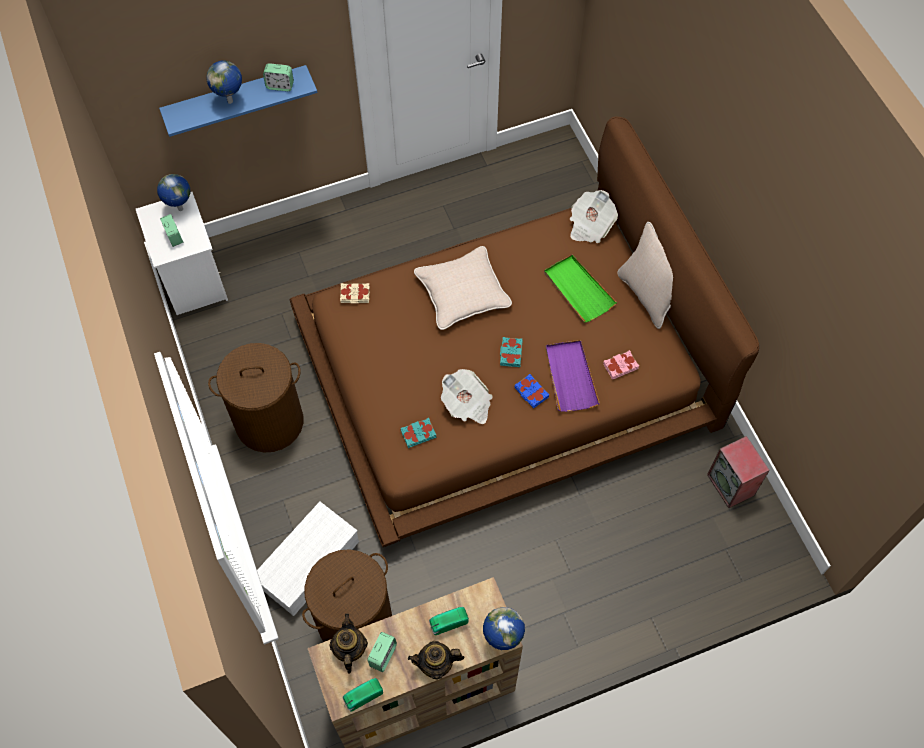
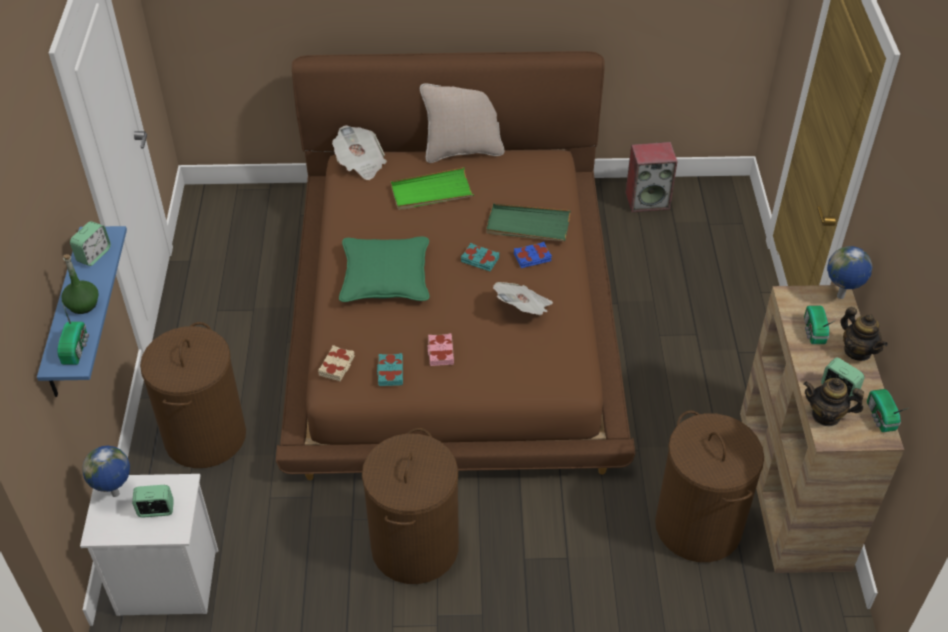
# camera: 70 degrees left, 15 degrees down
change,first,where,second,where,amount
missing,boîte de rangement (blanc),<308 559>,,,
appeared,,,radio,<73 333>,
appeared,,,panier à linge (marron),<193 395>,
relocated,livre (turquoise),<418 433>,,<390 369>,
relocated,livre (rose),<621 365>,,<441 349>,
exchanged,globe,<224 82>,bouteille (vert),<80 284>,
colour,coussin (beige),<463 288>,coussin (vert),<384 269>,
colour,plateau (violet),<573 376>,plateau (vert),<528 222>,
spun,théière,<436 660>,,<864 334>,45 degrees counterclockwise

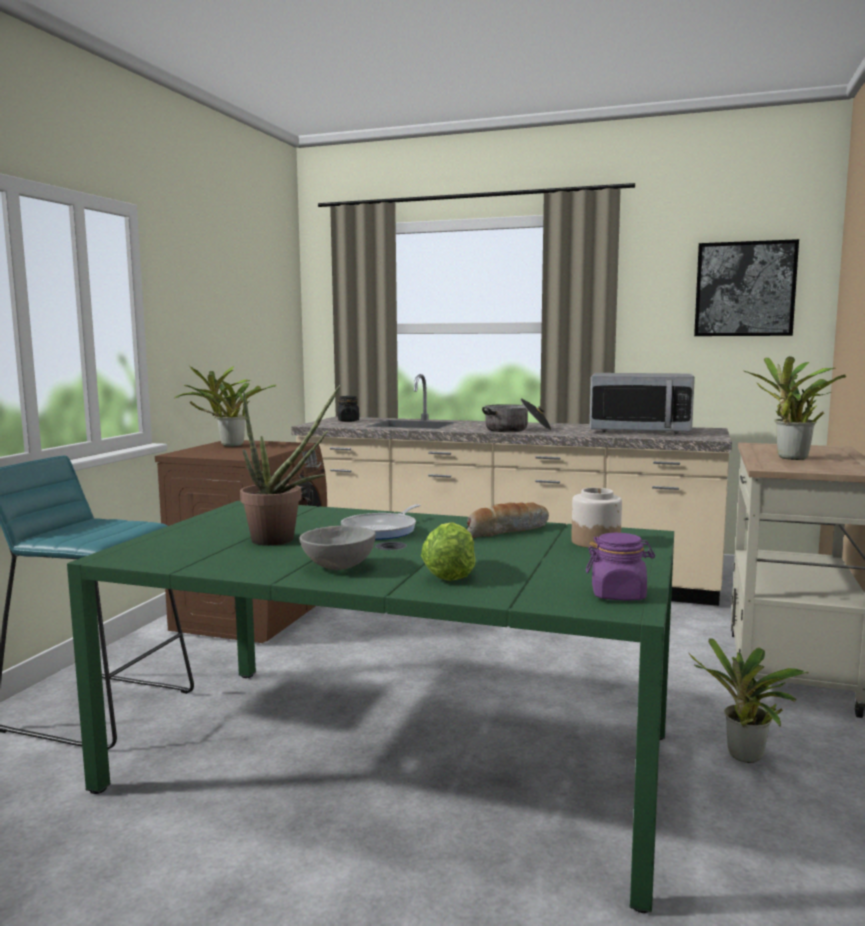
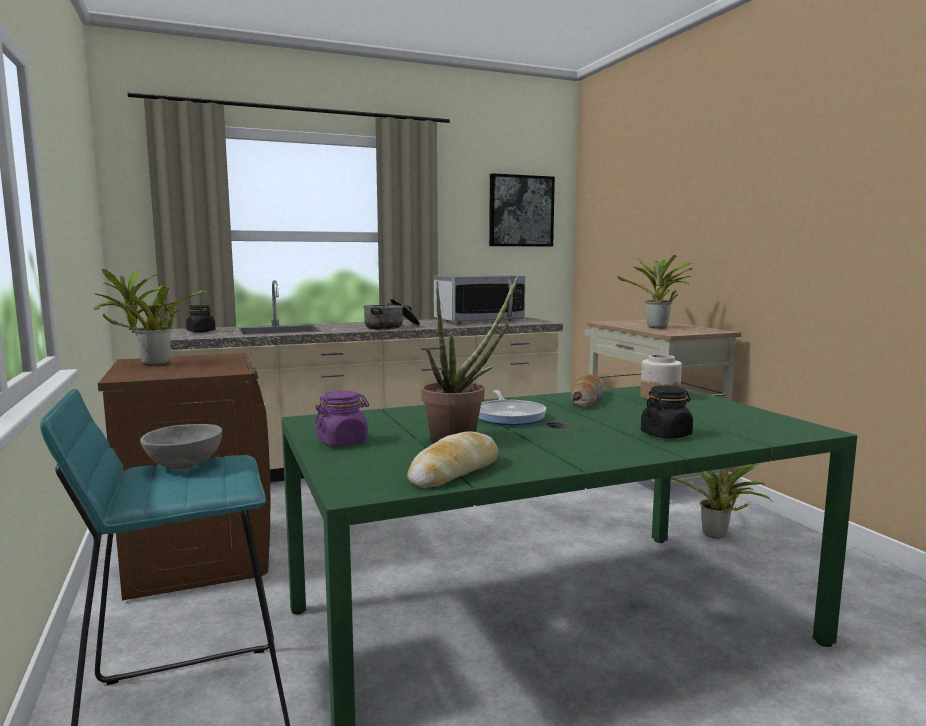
# camera: 40 degrees left, 0 degrees up
change,first,where,second,where,amount
appeared,,,pain,<452 459>,
relocated,bol (gris),<338 548>,,<181 446>,
relocated,bocal (violet),<620 566>,,<342 418>,
exchanged,laitue,<448 551>,bocal (noir),<667 412>,

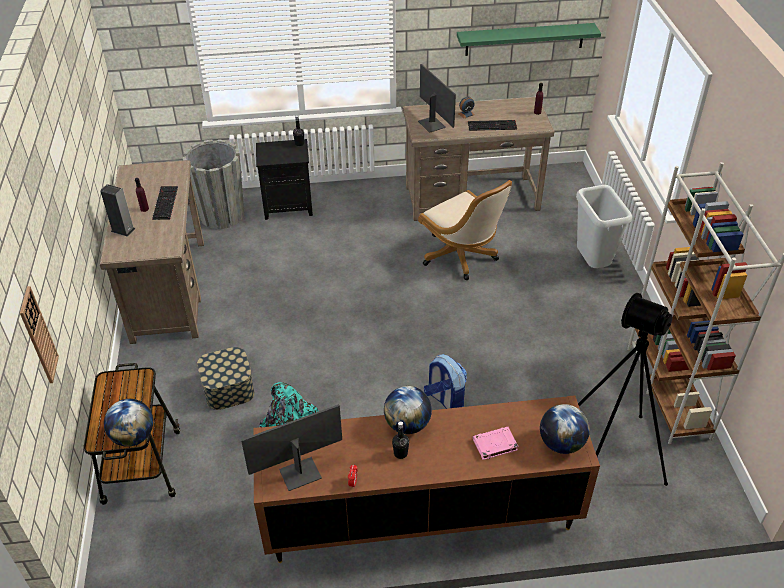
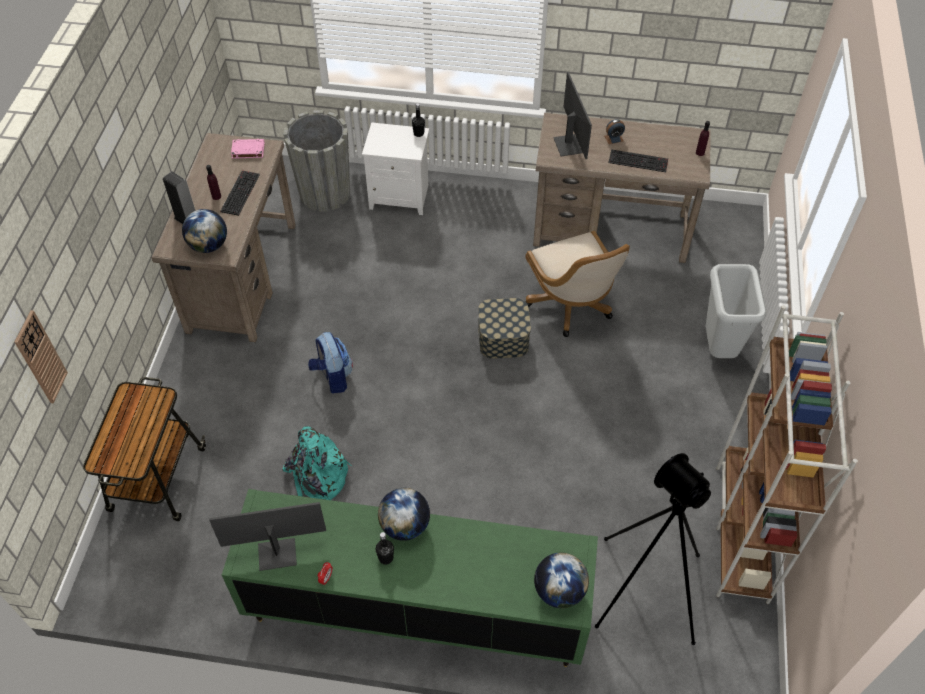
# camera: 15 degrees right, 10 degrees up
change,first,where,second,where,amount
missing,étagère (vert),<529 39>,,,
relocated,globe,<128 423>,,<204 231>,
relocated,boîte de rangement,<226 378>,,<504 328>,
relocated,sac à dos,<445 381>,,<330 362>,
relocated,livre (rose),<495 443>,,<248 149>,
colour,meuble de rangement (marron),<426 479>,meuble de rangement (vert),<410 578>,
colour,table de chevet (noir),<284 179>,table de chevet (blanc),<395 168>,

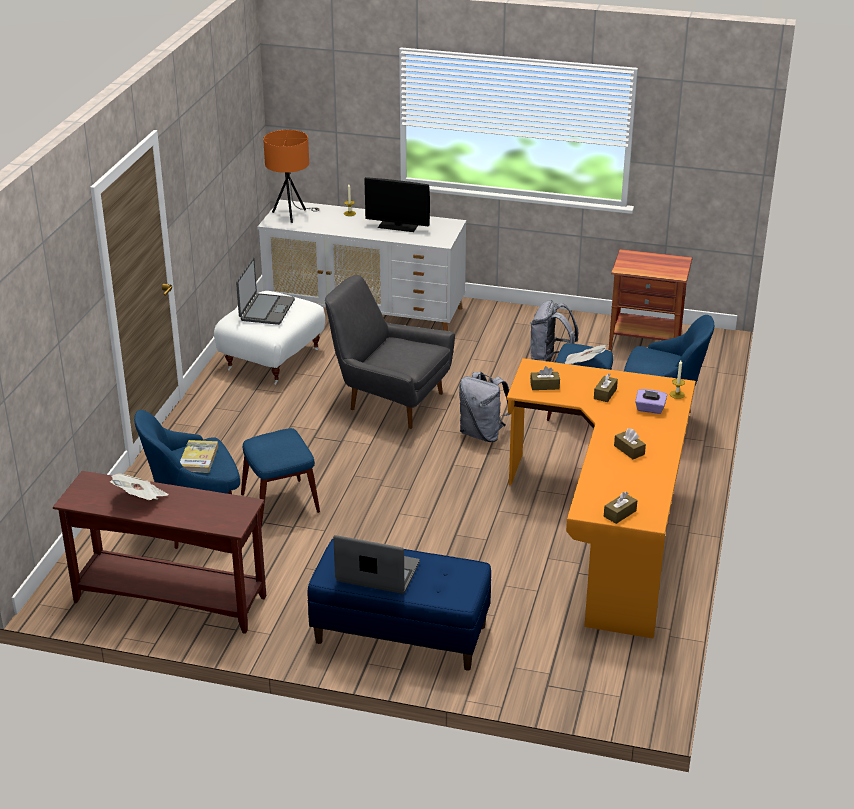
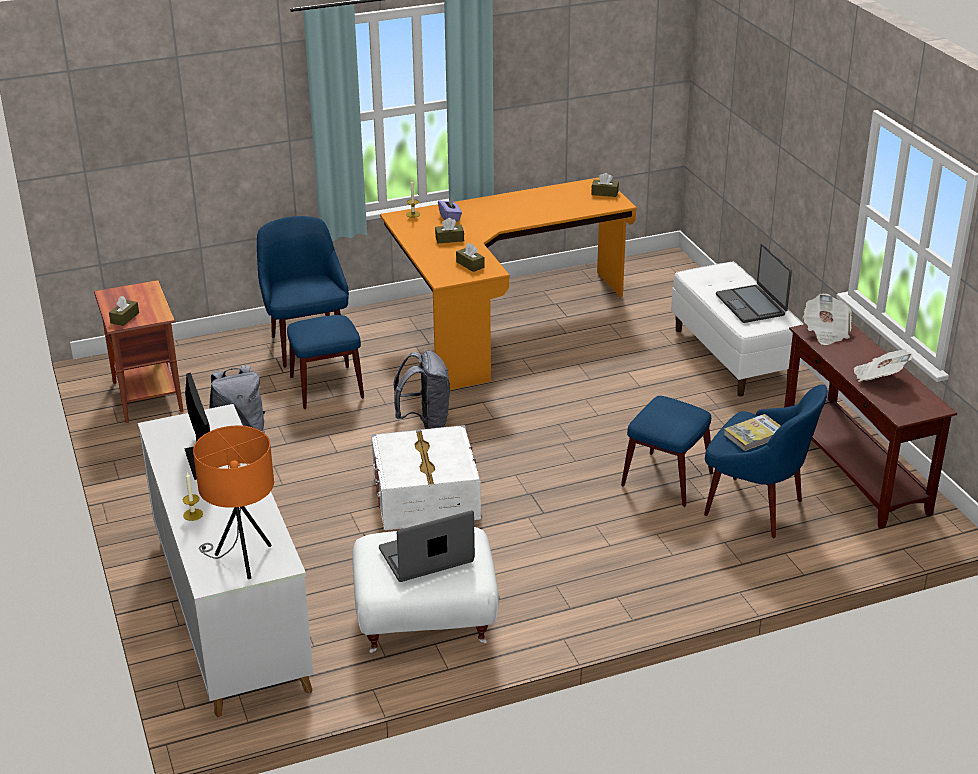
# camera: 125 degrees left, 0 degrees up
change,first,where,second,where,amount
relocated,journal,<585 354>,,<827 319>,
relocated,boîte à mouchoirs (marron),<630 443>,,<124 311>,
exchanged,fauteuil (gris),<390 352>,boîte de rangement (blanc),<426 477>,
colour,banc (bleu),<399 605>,banc (blanc),<737 329>,

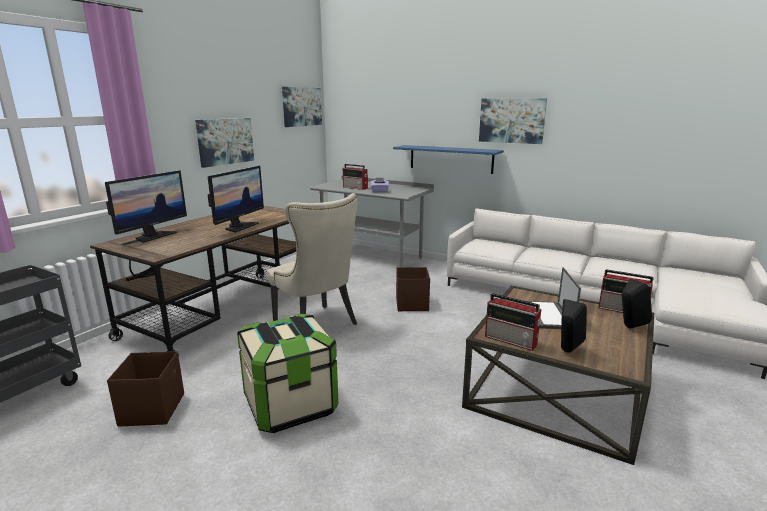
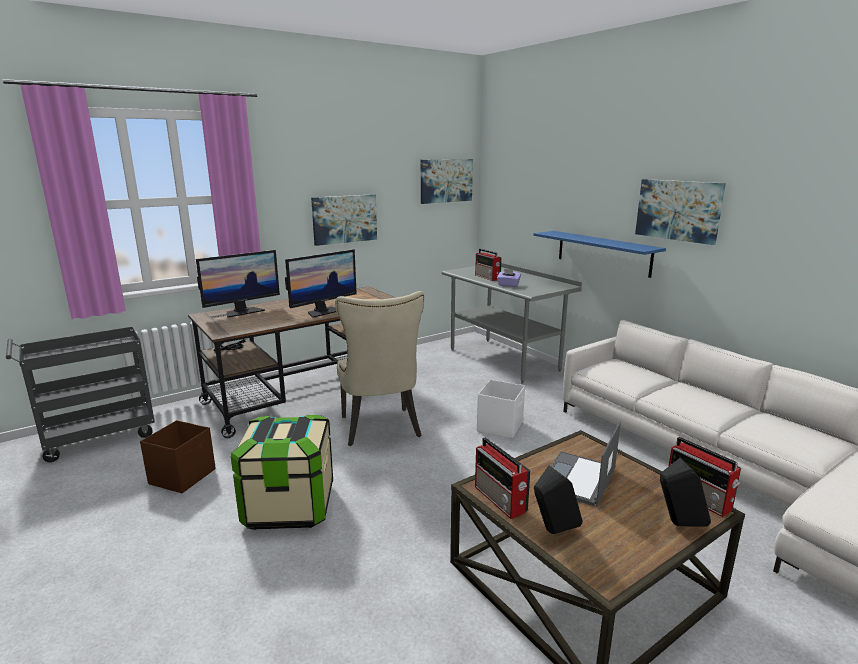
# camera: 25 degrees right, 0 degrees up
change,first,where,second,where,amount
colour,boîte de rangement (marron),<413 289>,boîte de rangement (blanc),<501 409>,

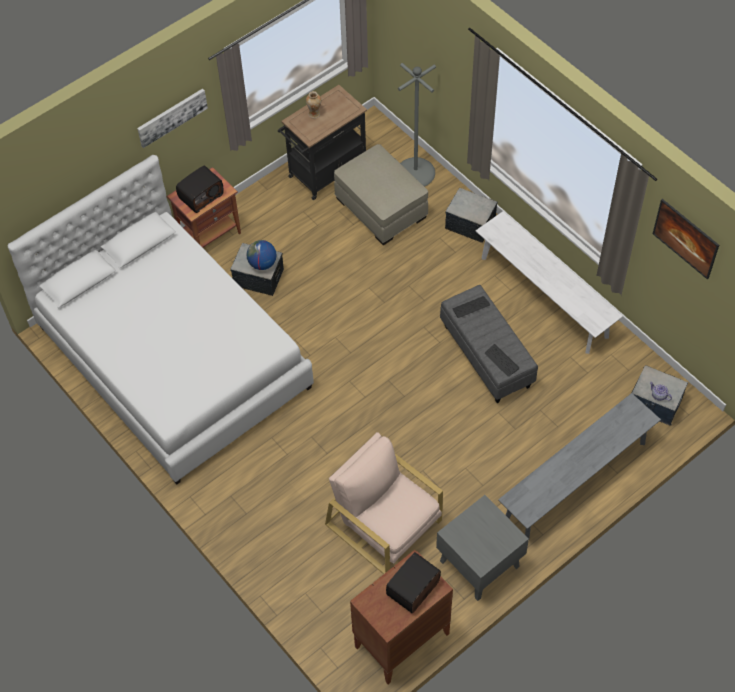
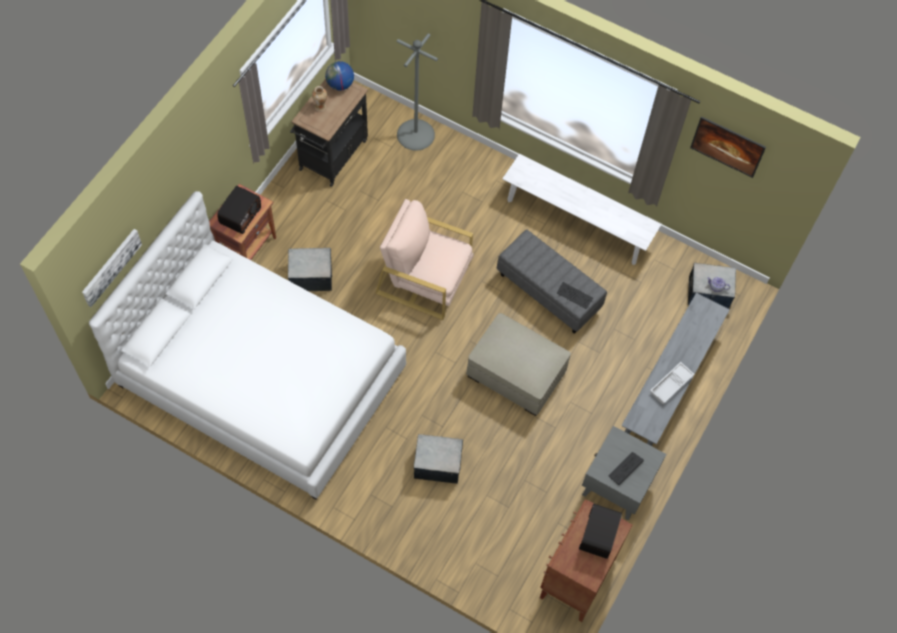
# camera: 25 degrees left, 5 degrees up
change,first,where,second,where,amount
appeared,,,plateau (blanc),<672 383>,
relocated,tableau,<172 118>,,<112 268>,
relocated,globe,<261 255>,,<339 76>,
relocated,fauteuil (beige),<384 503>,,<424 259>,
relocated,pouf (beige),<381 194>,,<518 364>,
relocated,boîte de rangement,<471 215>,,<438 459>,
relocated,clavier,<471 307>,,<626 468>,

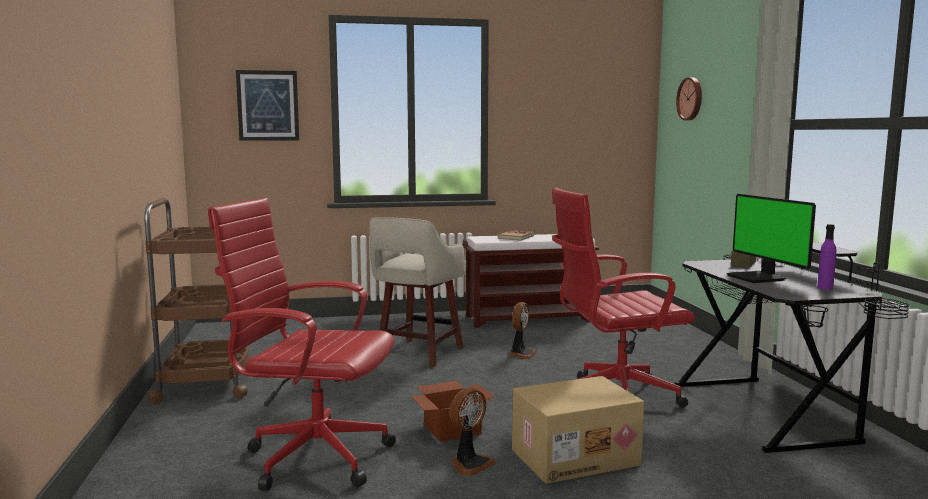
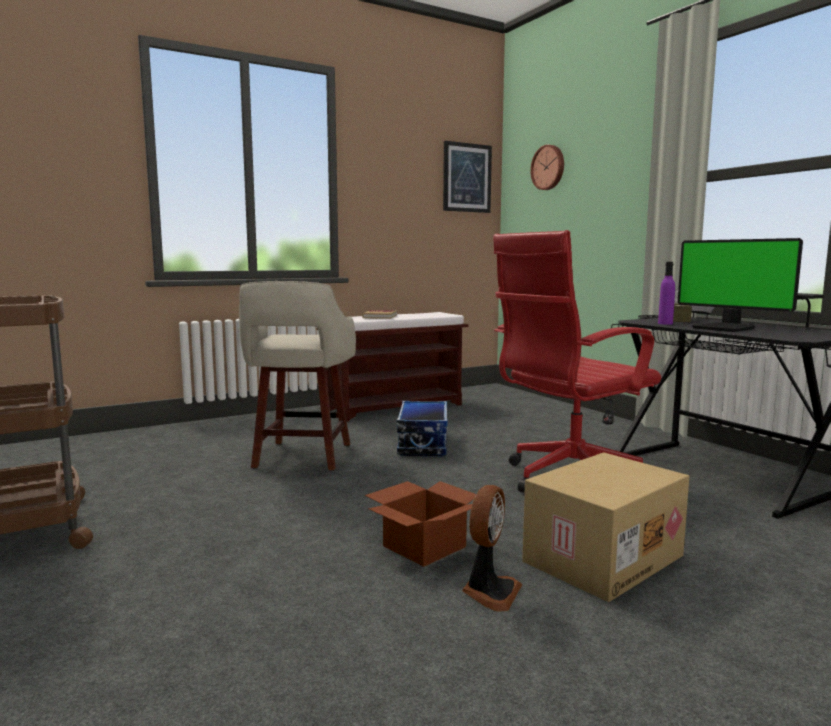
# camera: 20 degrees left, 0 degrees up
change,first,where,second,where,amount
missing,chaise de bureau (rouge),<302 344>,,,
relocated,tableau,<267 105>,,<467 177>,
relocated,bouteille (violet),<826 257>,,<666 293>,
exchanged,ventilateur,<523 330>,boîte de rangement,<422 428>,

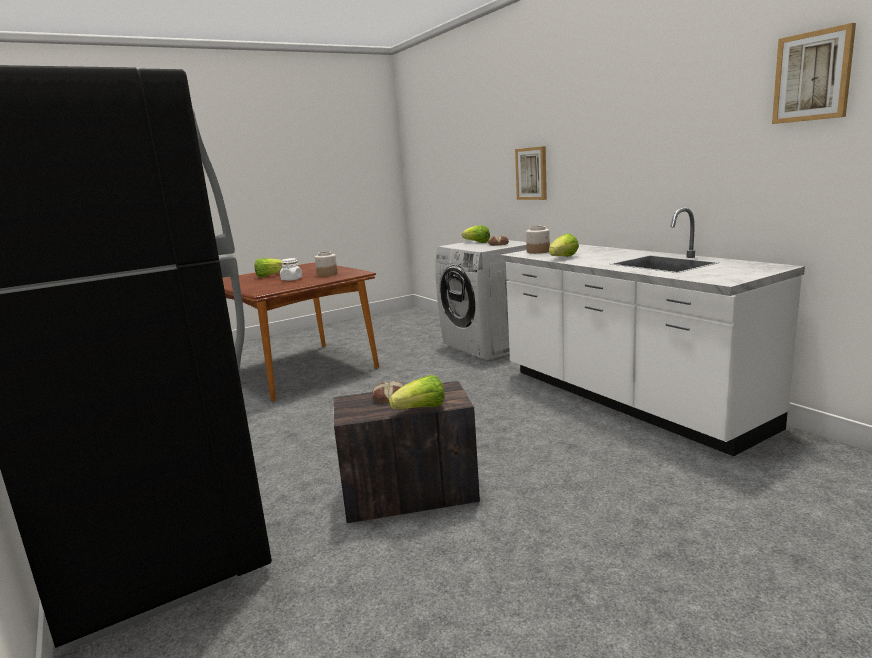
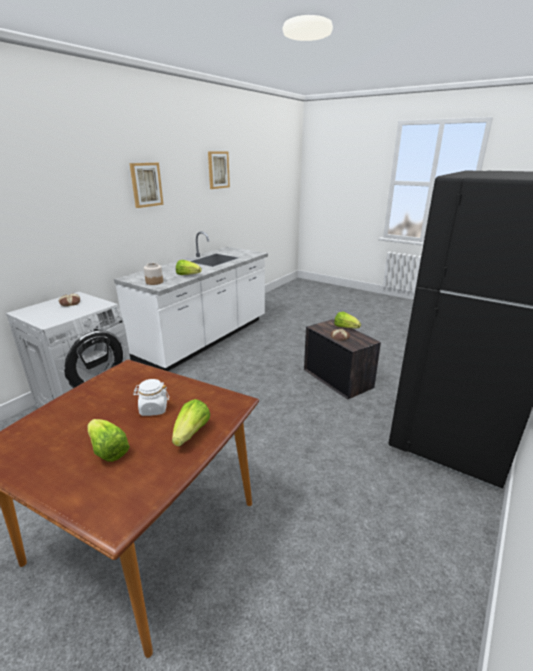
# camera: 115 degrees left, 10 degrees up
change,first,where,second,where,amount
missing,bocal,<326 264>,,,
relocated,laitue,<476 234>,,<191 423>,
relocated,tableau,<531 173>,,<146 185>,

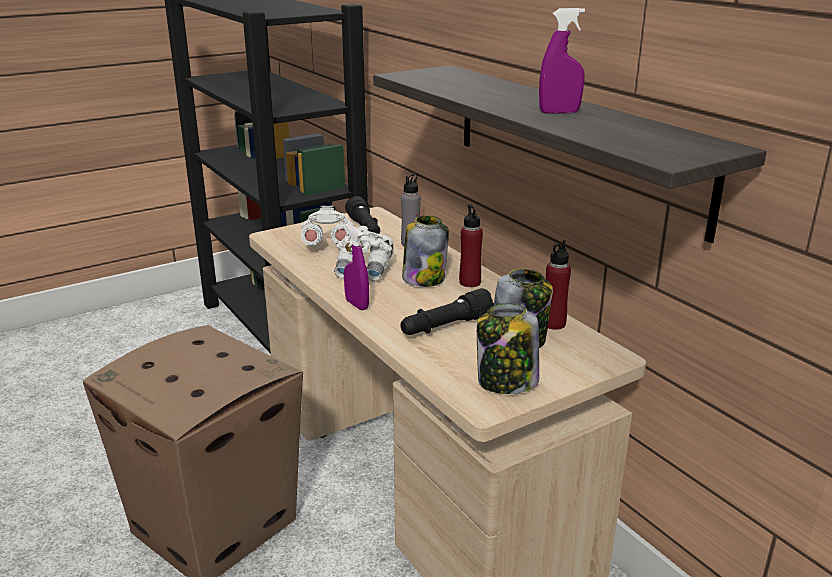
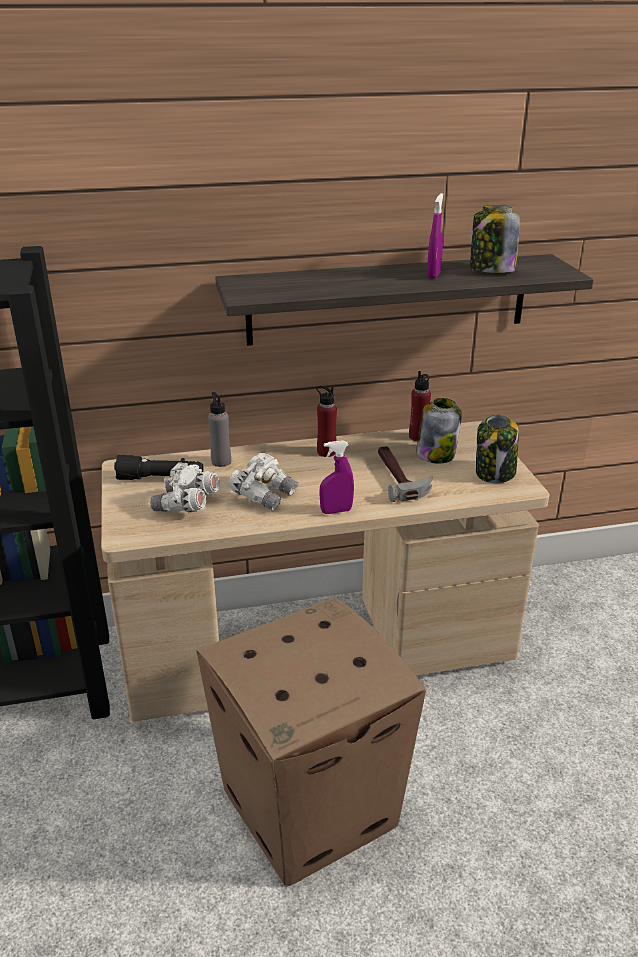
# camera: 70 degrees left, 5 degrees up
change,first,where,second,where,amount
relocated,bocal,<425 251>,,<495 239>,
exchanged,lampe de poche (noir),<447 311>,marteau,<405 474>,

